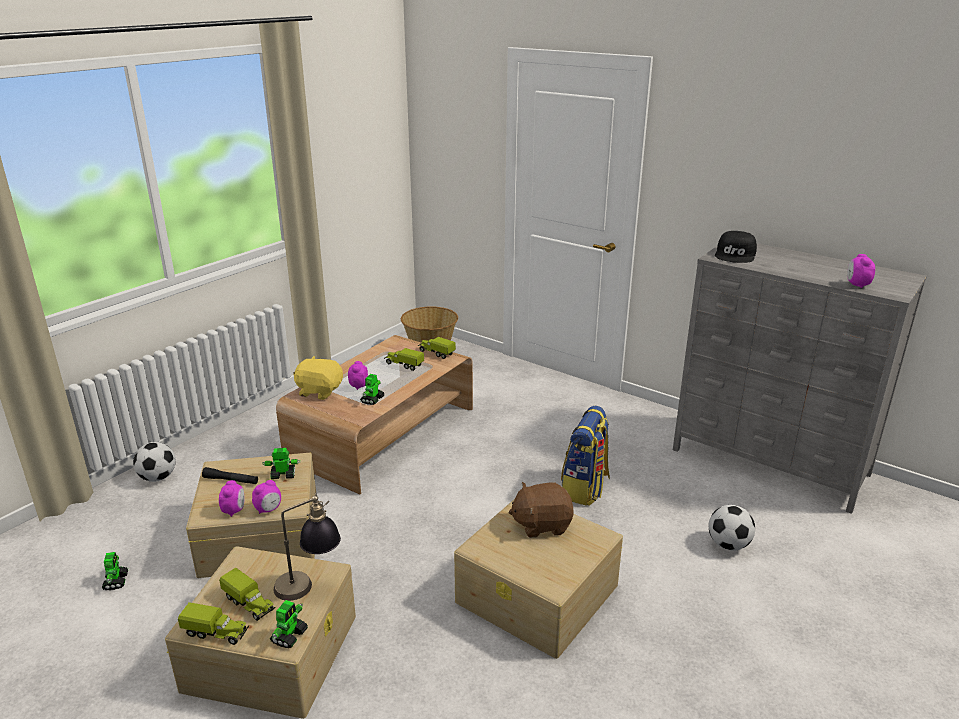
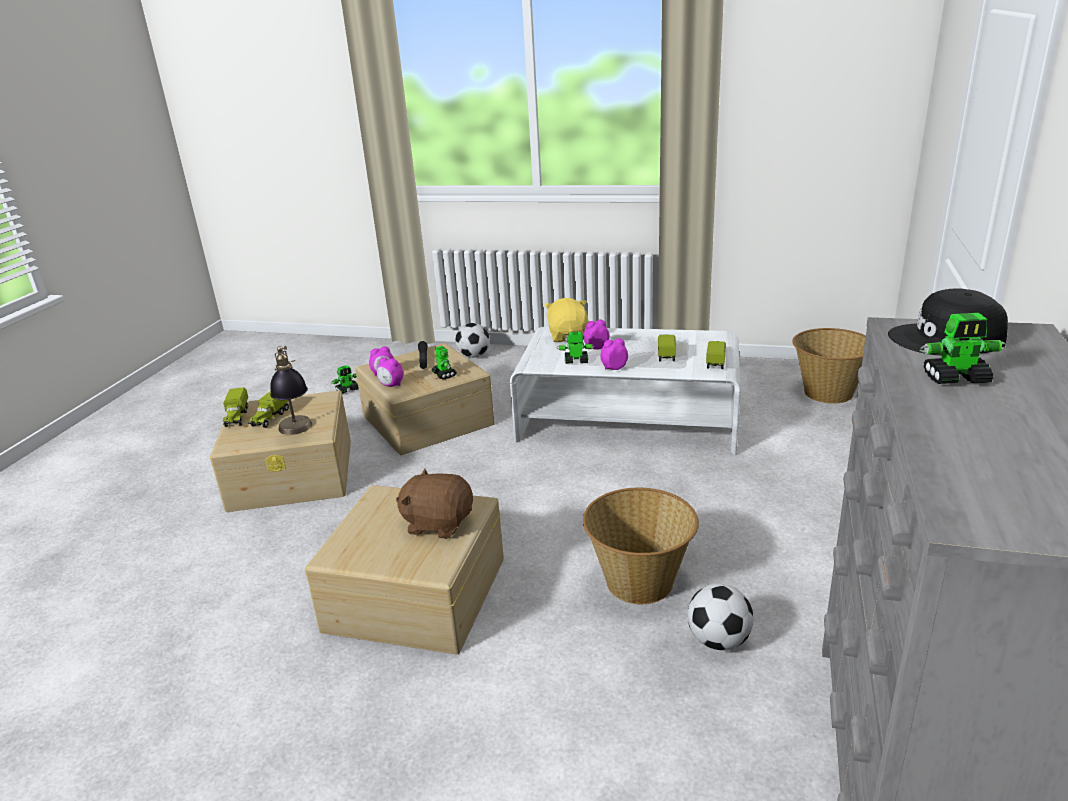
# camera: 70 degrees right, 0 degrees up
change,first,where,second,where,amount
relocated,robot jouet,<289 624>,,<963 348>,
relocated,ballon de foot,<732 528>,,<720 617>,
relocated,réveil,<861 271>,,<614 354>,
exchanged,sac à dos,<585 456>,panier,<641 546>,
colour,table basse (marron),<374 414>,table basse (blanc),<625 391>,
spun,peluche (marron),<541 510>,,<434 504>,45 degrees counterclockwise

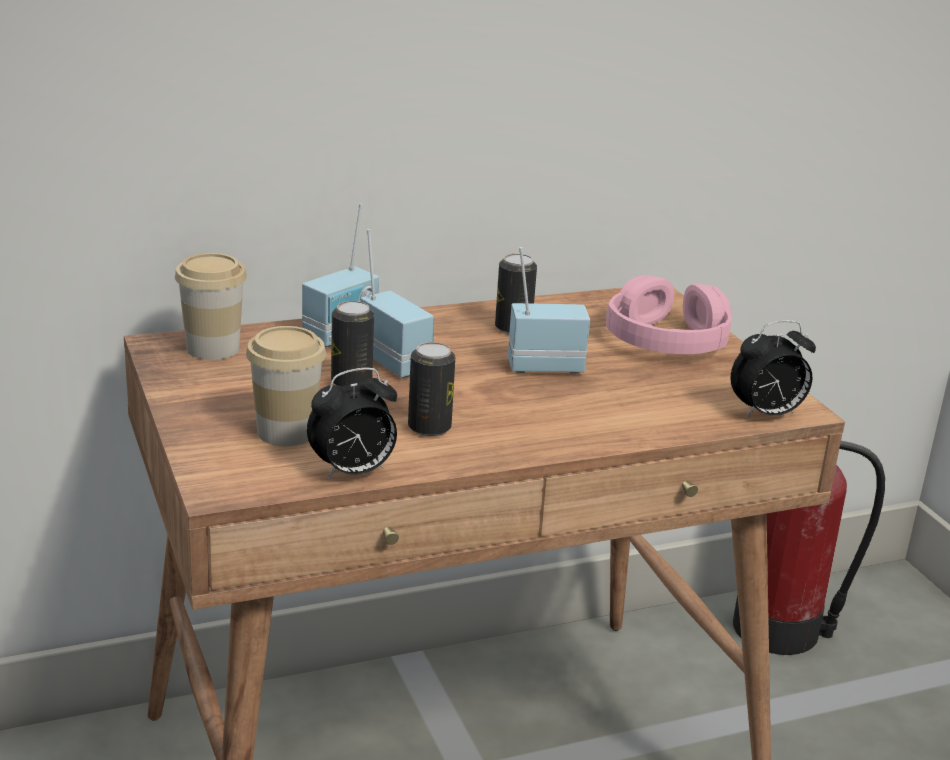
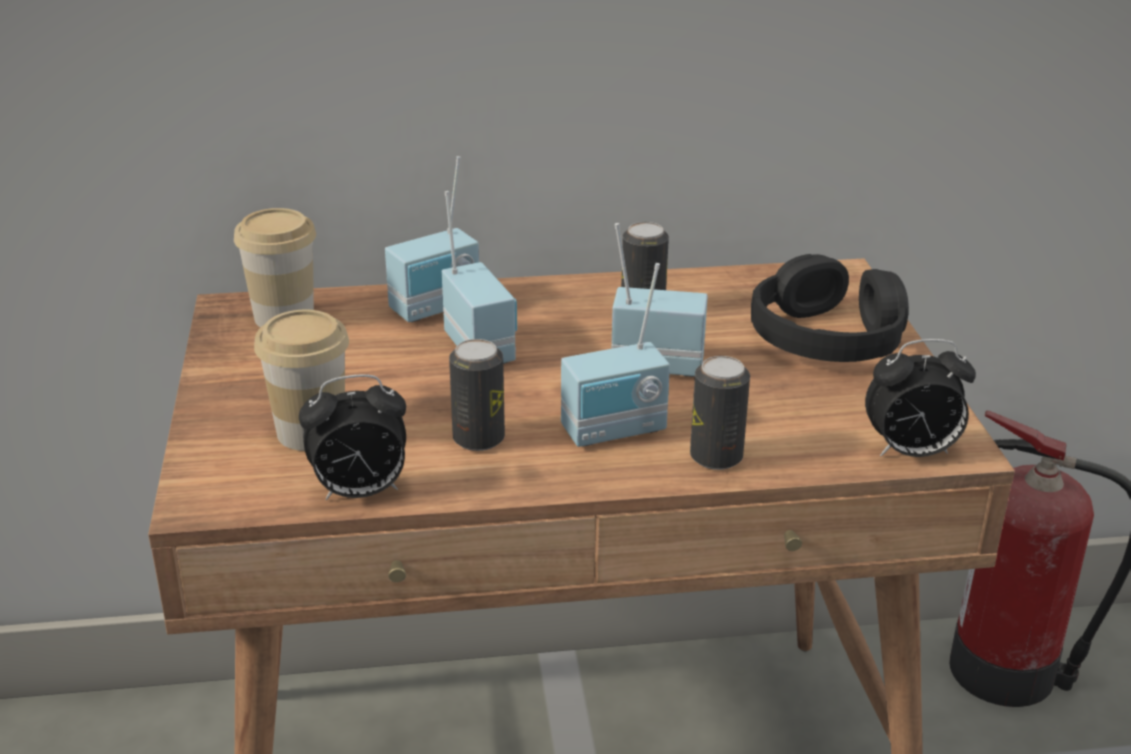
# camera: 15 degrees right, 5 degrees up
change,first,where,second,where,amount
appeared,,,radio,<615 355>,
relocated,boîte métallique,<352 344>,,<720 413>,
colour,casque audio (rose),<668 314>,casque audio (noir),<830 308>,

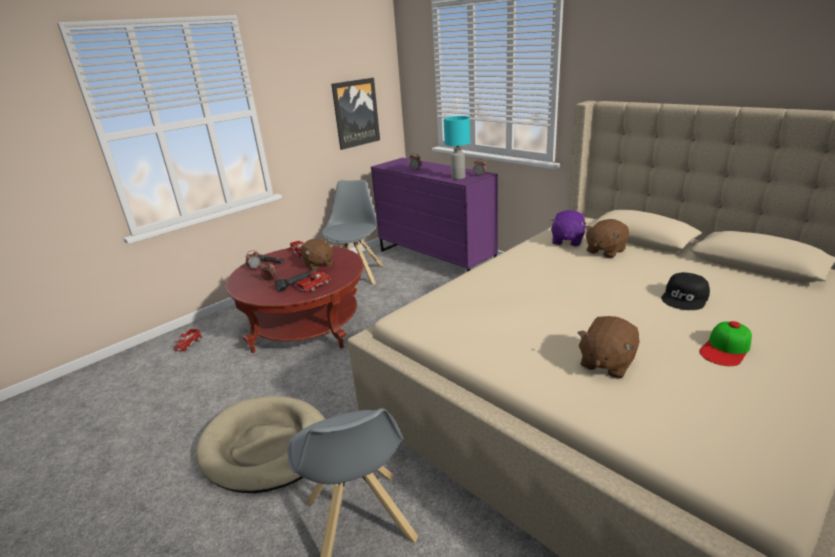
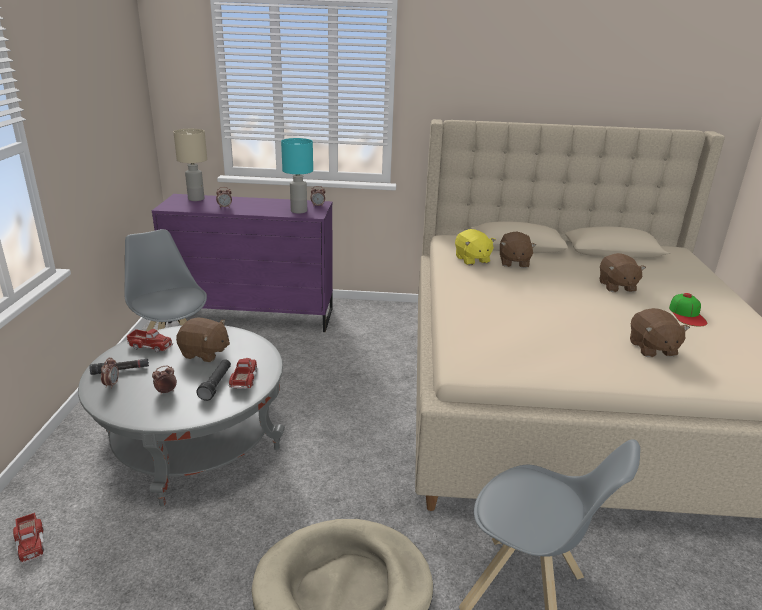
# camera: 45 degrees left, 0 degrees up
change,first,where,second,where,amount
missing,tableau,<355 114>,,,
appeared,,,lampe de table (beige),<190 165>,
exchanged,casquette (noir),<685 291>,peluche (marron),<622 272>,
colour,table basse (rouge),<295 299>,table basse (gris),<181 415>,
colour,peluche (violet),<568 228>,peluche (jaune),<475 247>,

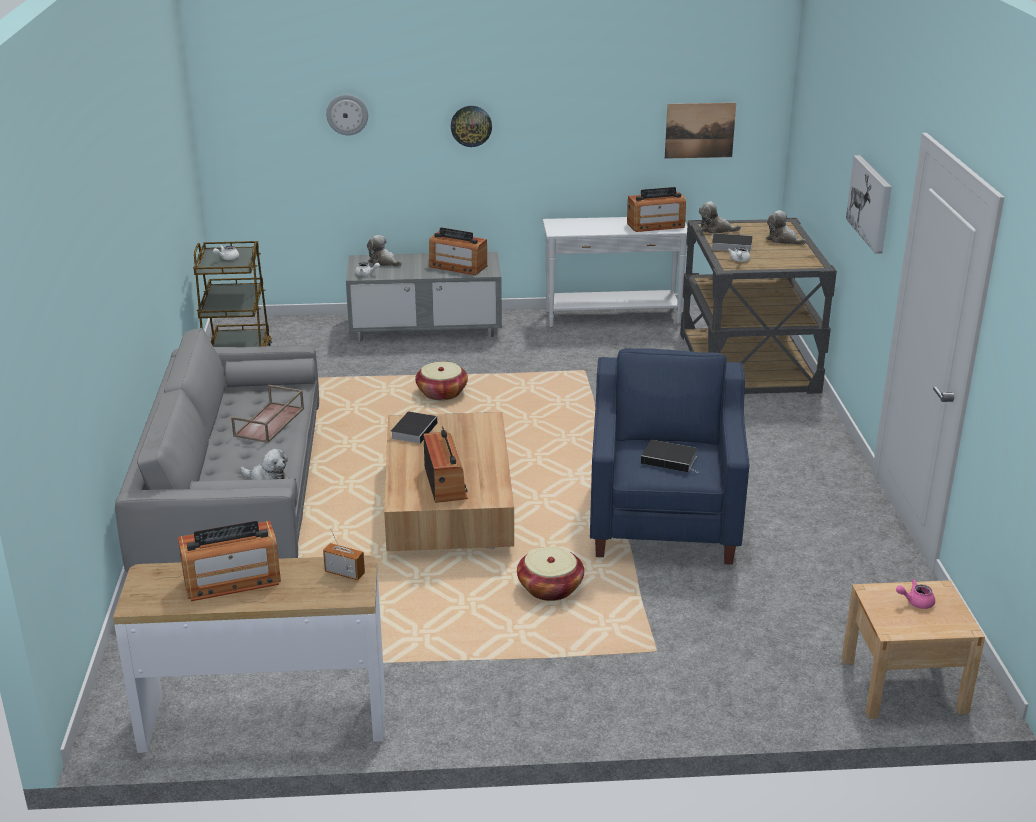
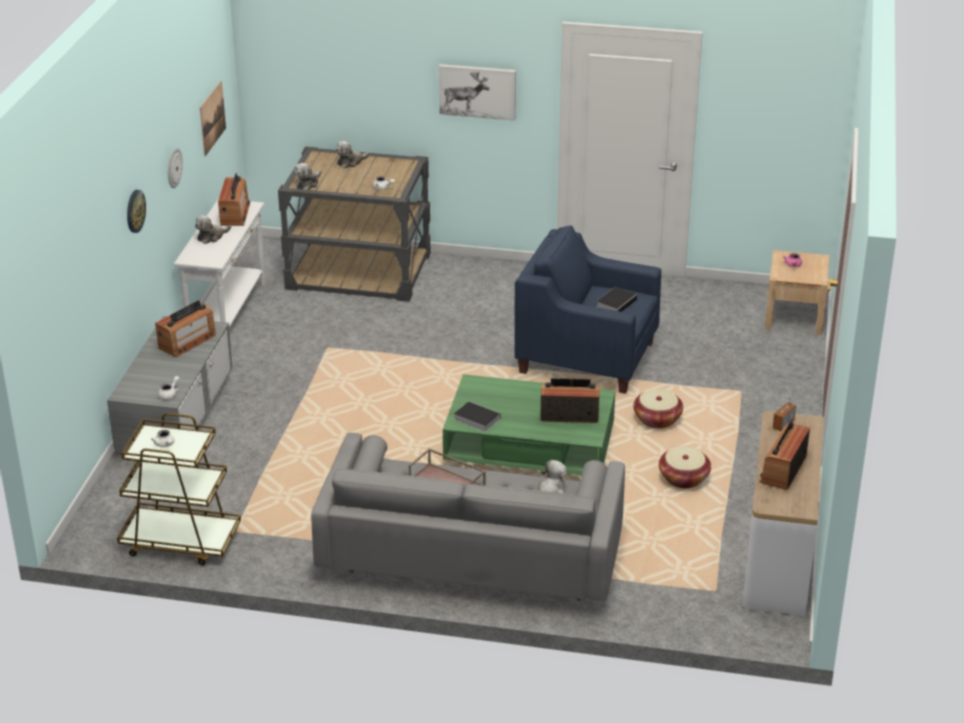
# camera: 75 degrees left, 5 degrees up
change,first,where,second,where,amount
missing,livre,<732 242>,,,
relocated,horloge murale,<347 115>,,<175 168>,
relocated,peluche,<384 251>,,<213 229>,
relocated,panier,<441 381>,,<685 467>,
colour,table basse (marron),<449 481>,table basse (vert),<529 425>,
spun,radio,<229 561>,,<784 455>,150 degrees counterclockwise

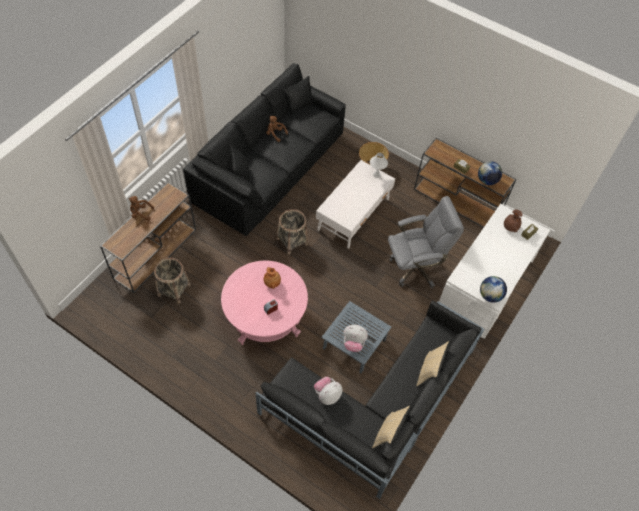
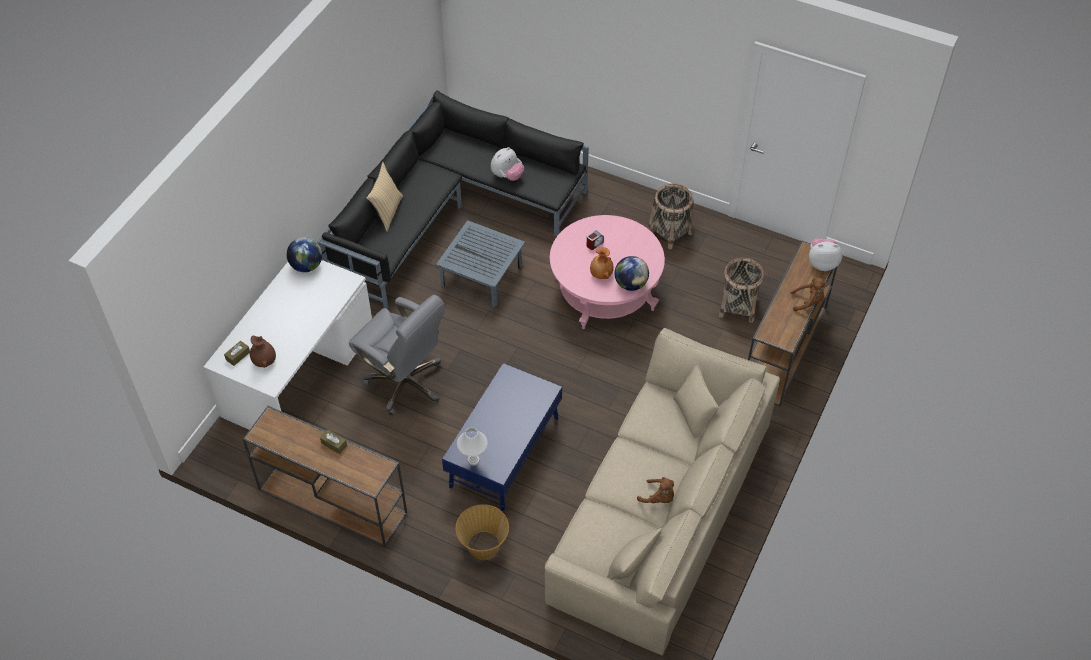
# camera: 175 degrees right, 5 degrees down
change,first,where,second,where,amount
missing,coussin (beige),<391 427>,,,
relocated,panier,<292 232>,,<670 216>,
relocated,peluche,<355 338>,,<826 254>,
relocated,globe,<490 173>,,<631 273>,
colour,canapé (noir),<264 149>,canapé (beige),<662 491>,
colour,table basse (blanc),<355 204>,table basse (bleu),<502 437>,
spun,chaise de bureau (gris),<426 242>,,<397 355>,120 degrees counterclockwise

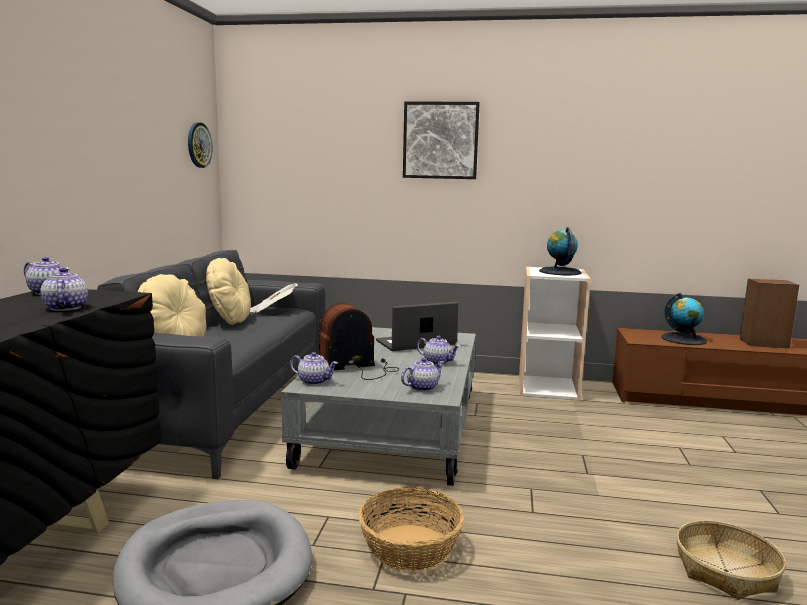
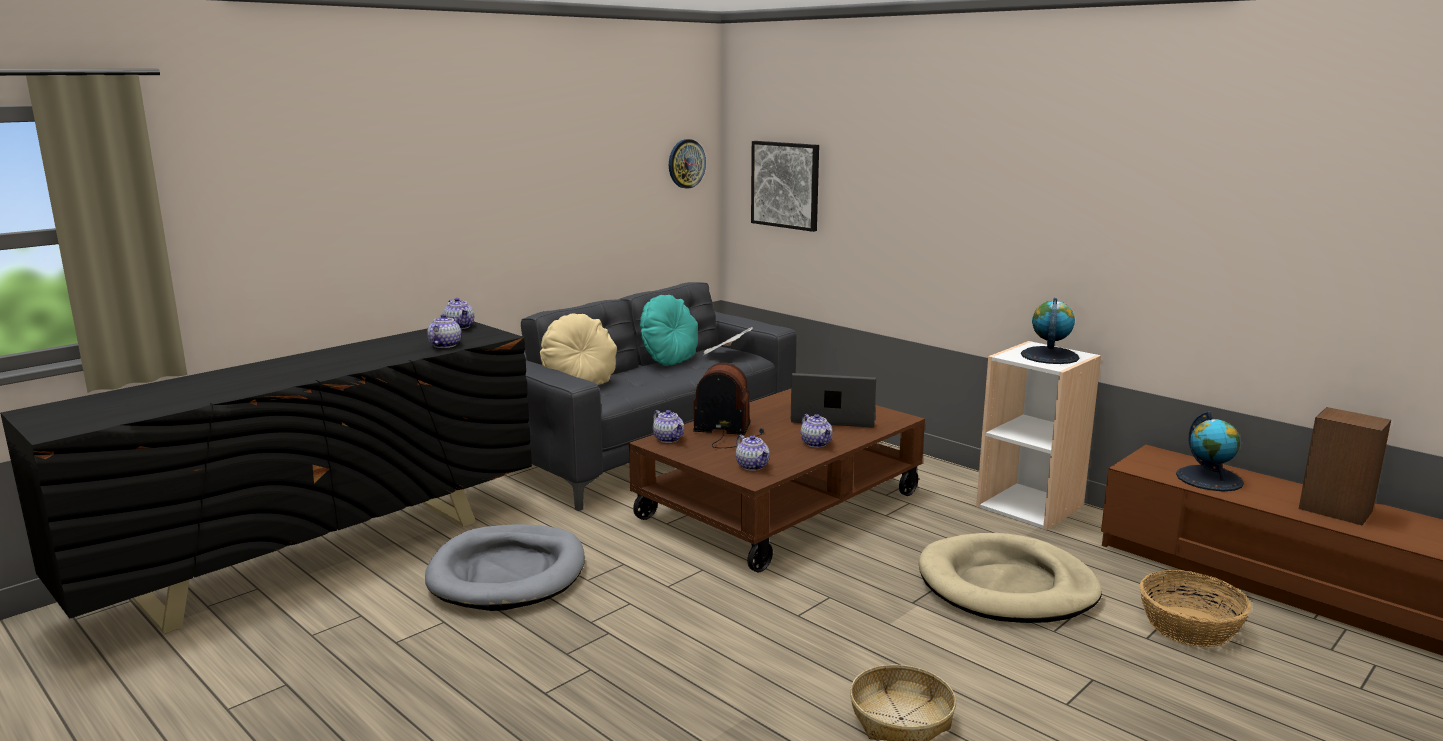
# camera: 35 degrees right, 5 degrees up
change,first,where,second,where,amount
appeared,,,panier pour chien (beige),<1010 578>,
relocated,panier,<411 529>,,<1195 608>,
relocated,tableau,<441 140>,,<785 186>,
colour,coussin (beige),<228 291>,coussin (turquoise),<669 330>,
colour,table basse (gris),<378 406>,table basse (marron),<777 480>,
spun,théière,<423 375>,,<753 453>,60 degrees clockwise

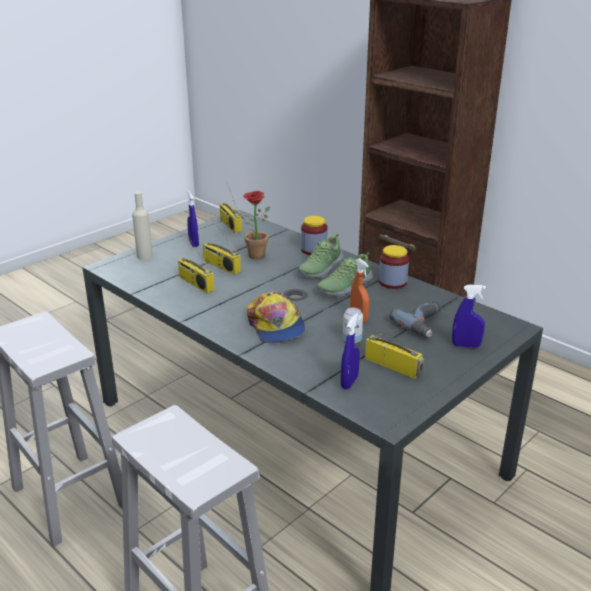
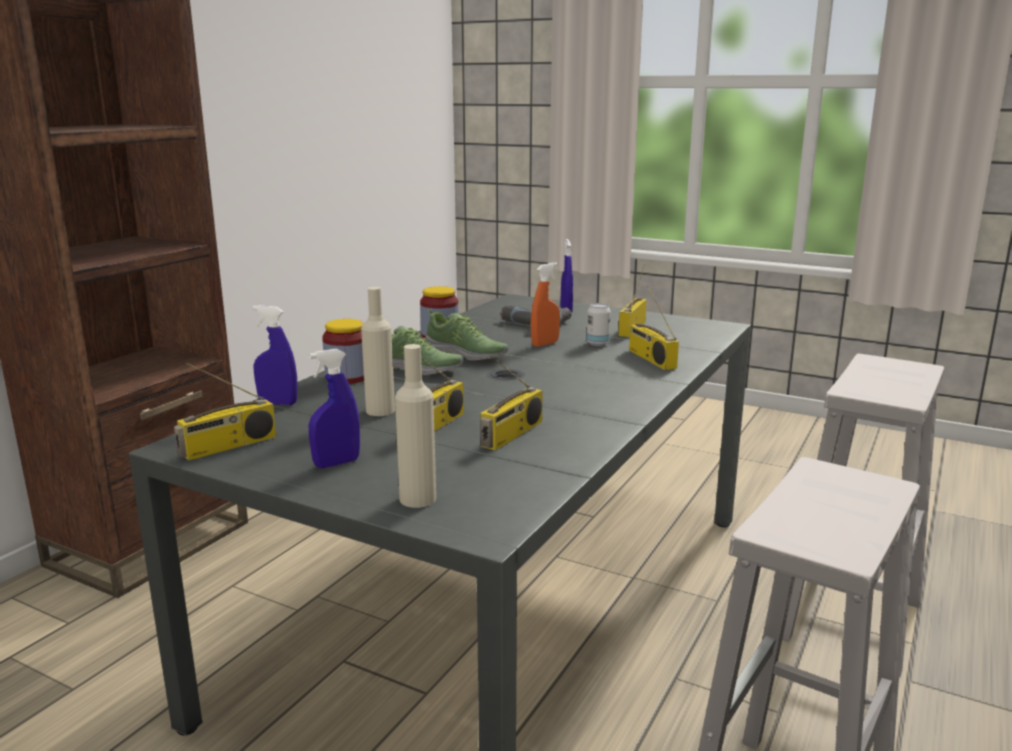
# camera: 105 degrees left, 10 degrees down
change,first,where,second,where,amount
missing,casquette,<276 317>,,,
appeared,,,radio,<654 328>,
relocated,vaporisateur (bleu),<350 351>,,<275 355>,
exchanged,plante en pot,<250 225>,bouteille (beige),<378 351>,

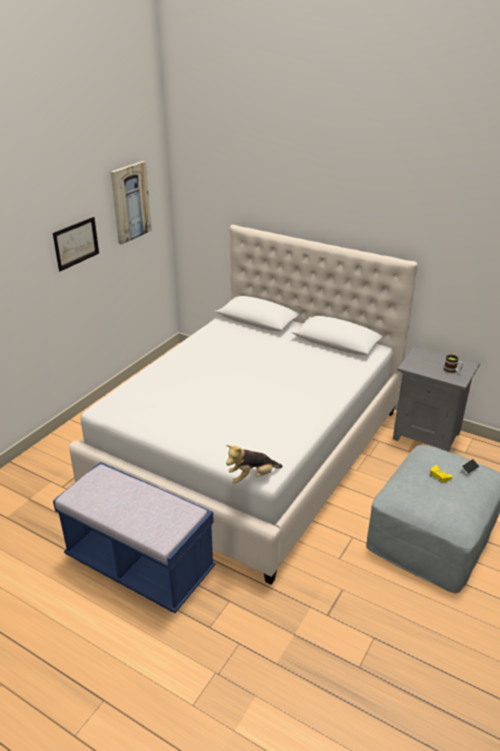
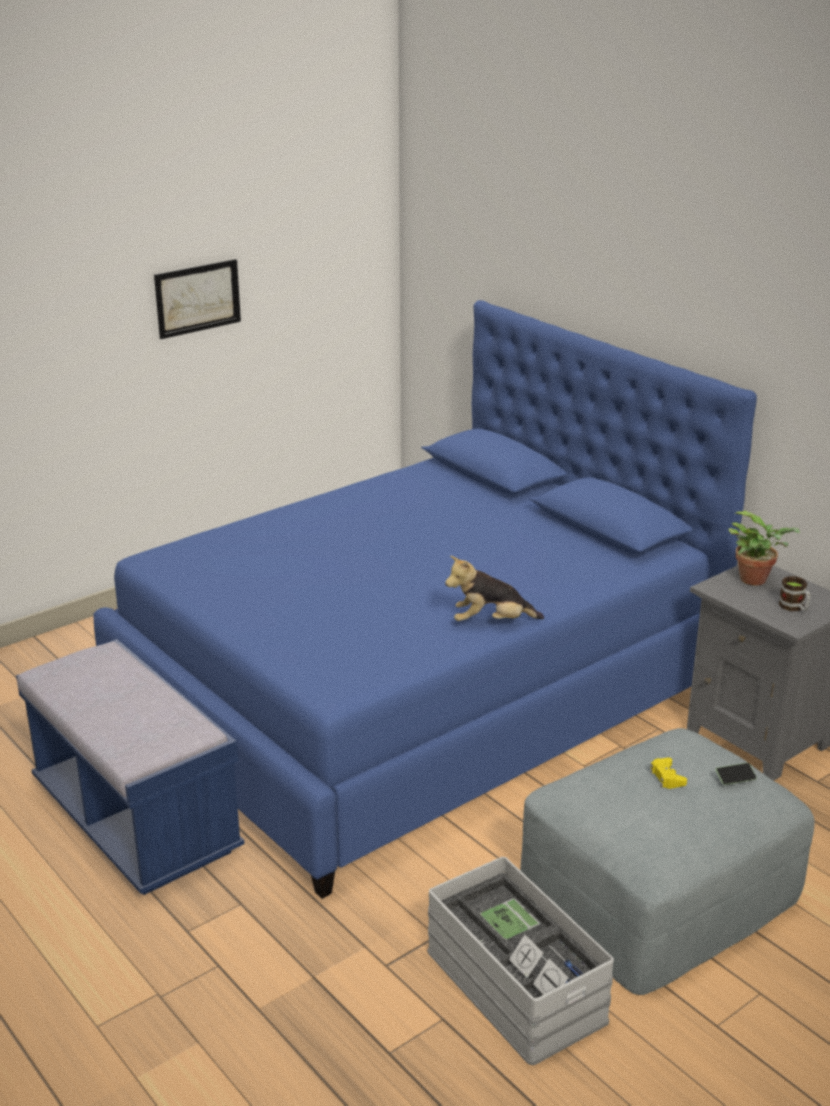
# camera: 20 degrees right, 5 degrees down
change,first,where,second,where,amount
missing,tableau,<131 203>,,,
appeared,,,boîte de rangement (gris),<520 961>,
appeared,,,plante en pot,<764 548>,
relocated,peluche,<254 464>,,<494 588>,
colour,lit (blanc),<243 405>,lit (bleu),<425 599>,

